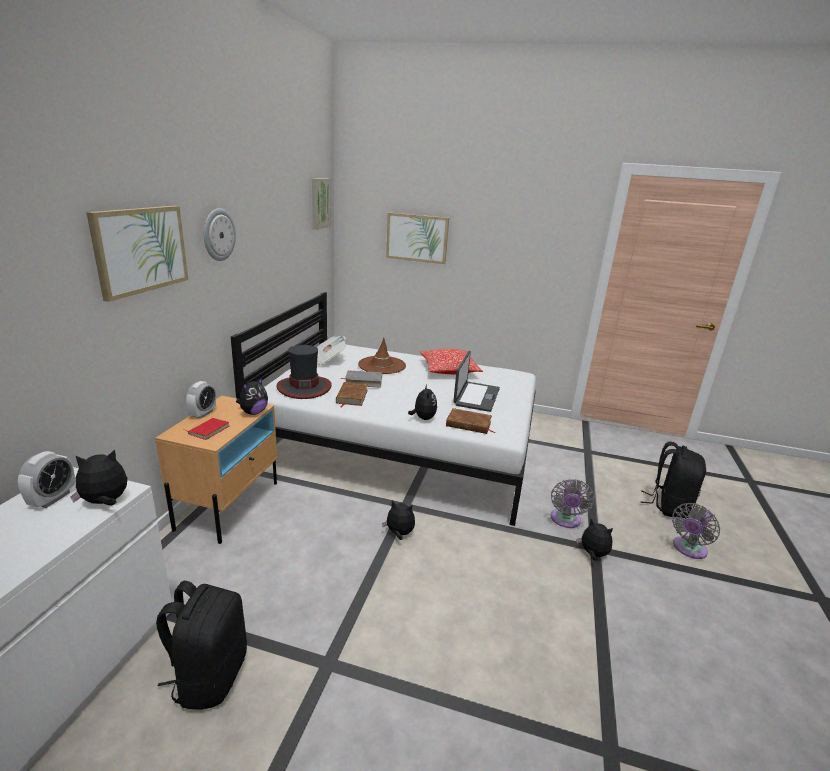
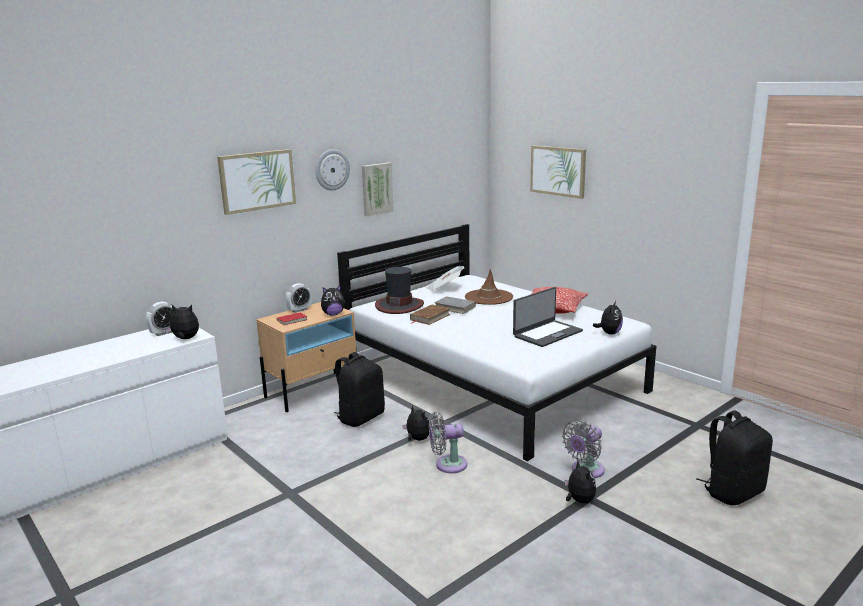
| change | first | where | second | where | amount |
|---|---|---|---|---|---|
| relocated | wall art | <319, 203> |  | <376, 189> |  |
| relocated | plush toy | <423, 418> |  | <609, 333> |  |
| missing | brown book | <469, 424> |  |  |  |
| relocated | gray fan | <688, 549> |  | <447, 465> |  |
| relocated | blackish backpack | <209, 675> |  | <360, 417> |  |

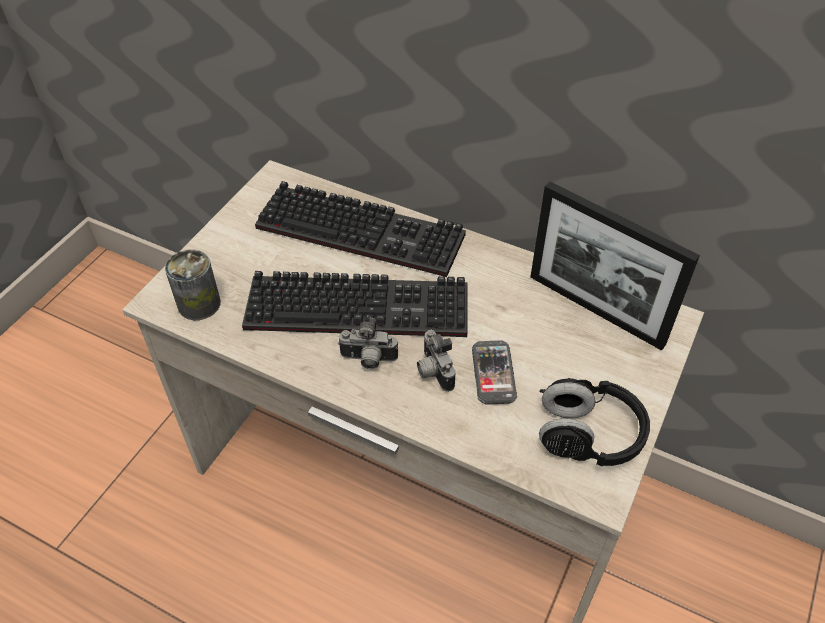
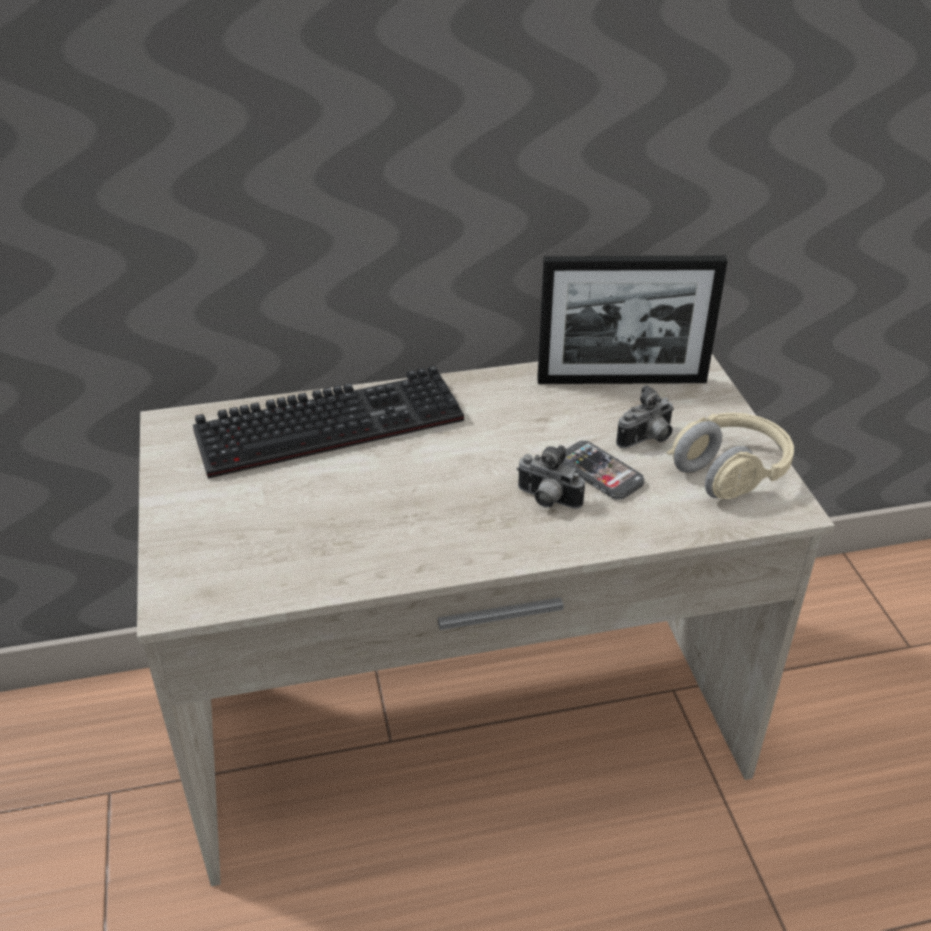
| change | first | where | second | where | amount |
|---|---|---|---|---|---|
| missing | sealed can | <199, 304> |  |  |  |
| missing | computer keyboard | <361, 305> |  |  |  |
| relocated | photo camera | <368, 360> |  | <647, 440> |  |
| colour | blackish headphones | <588, 435> | beige headphones | <729, 473> |  |

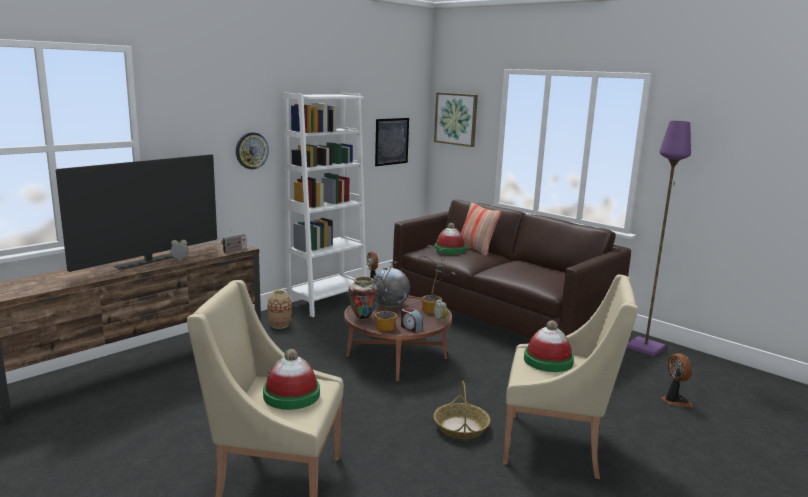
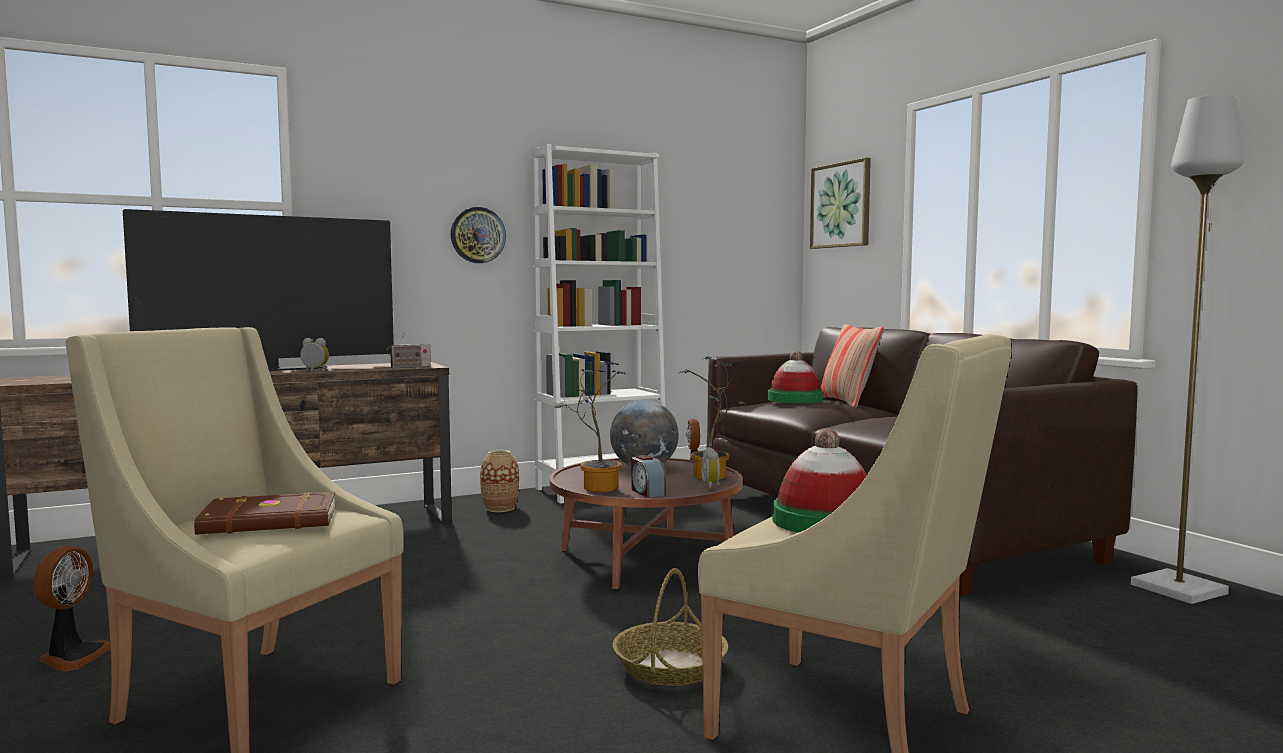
| change | first | where | second | where | amount |
|---|---|---|---|---|---|
| missing | wall art | <391, 141> |  |  |  |
| colour | purple standing lamp | <646, 347> | gray standing lamp | <1180, 589> |  |
| missing | flower vase | <362, 318> |  |  |  |
| exchanged | clothing hat | <291, 395> | brown book | <270, 521> |  |
| relocated | fan | <674, 401> |  | <73, 657> |  |

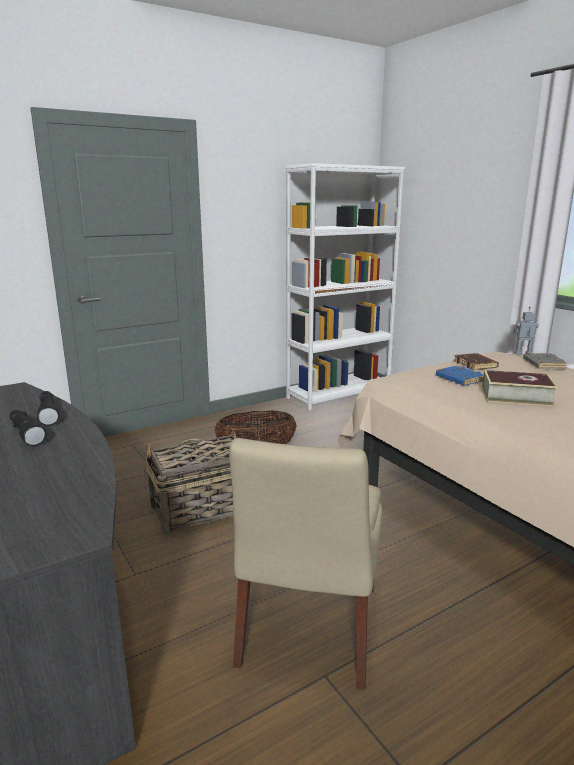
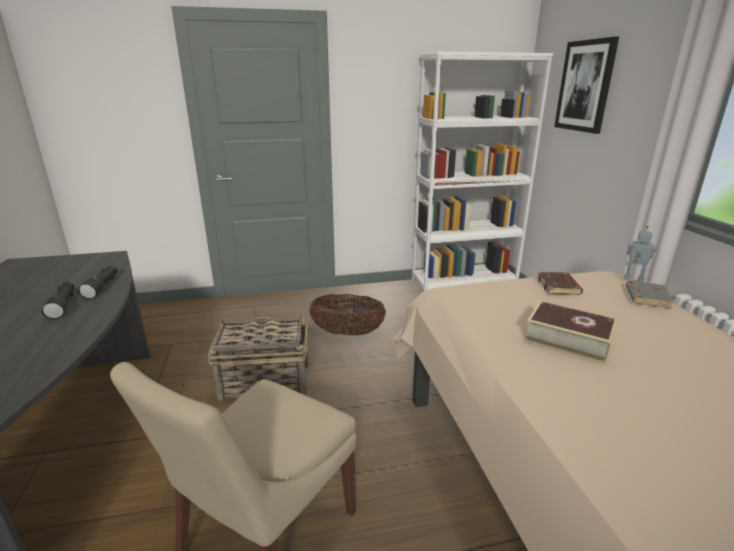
| change | first | where | second | where | amount |
|---|---|---|---|---|---|
| missing | blue book | <459, 379> |  |  |  |
| appeared |  |  | wall art | <585, 86> |  |

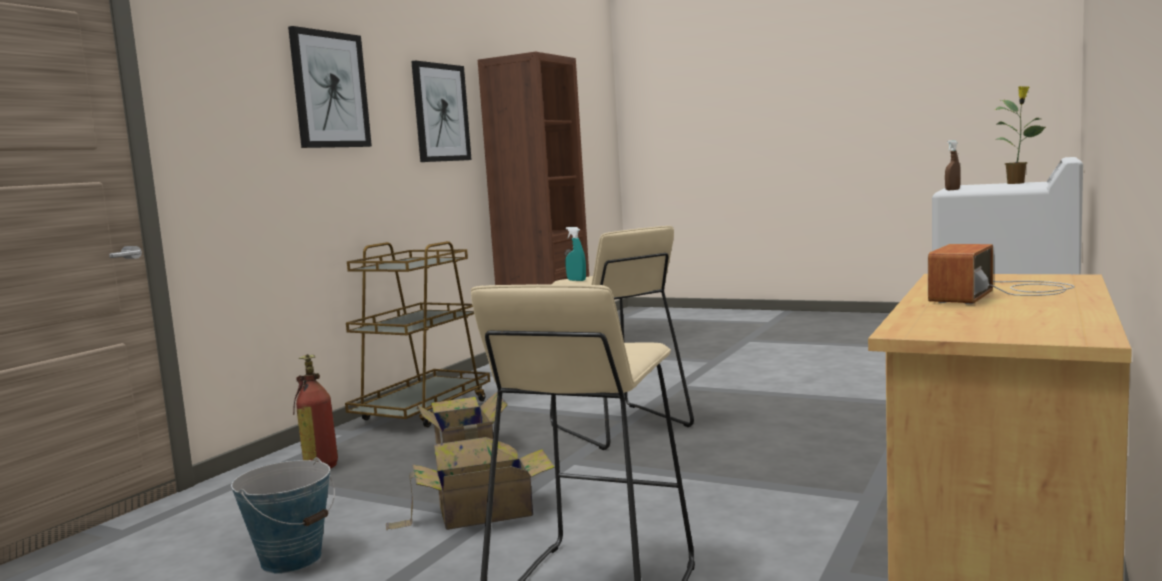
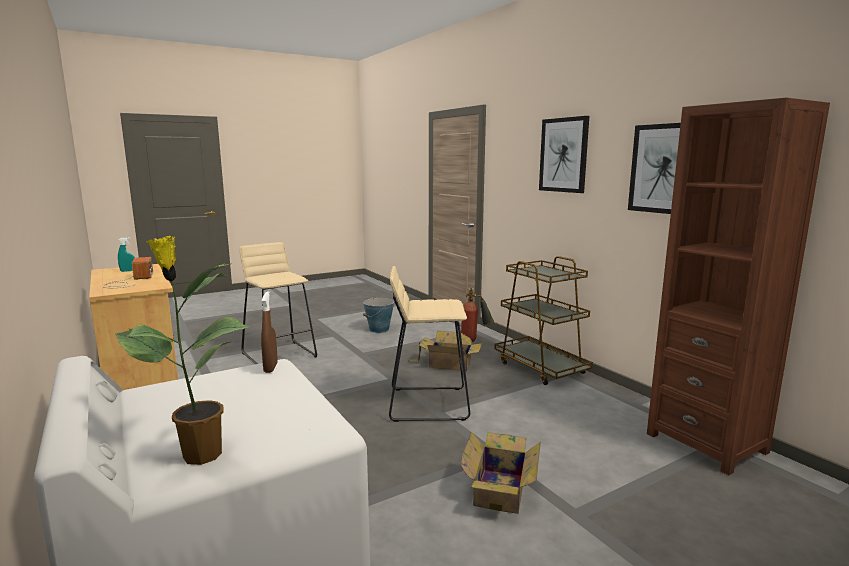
| change | first | where | second | where | amount |
|---|---|---|---|---|---|
| relocated | turquoise spray bottle | <576, 280> |  | <128, 271> |  |
| relocated | carton | <480, 512> |  | <501, 489> |  |

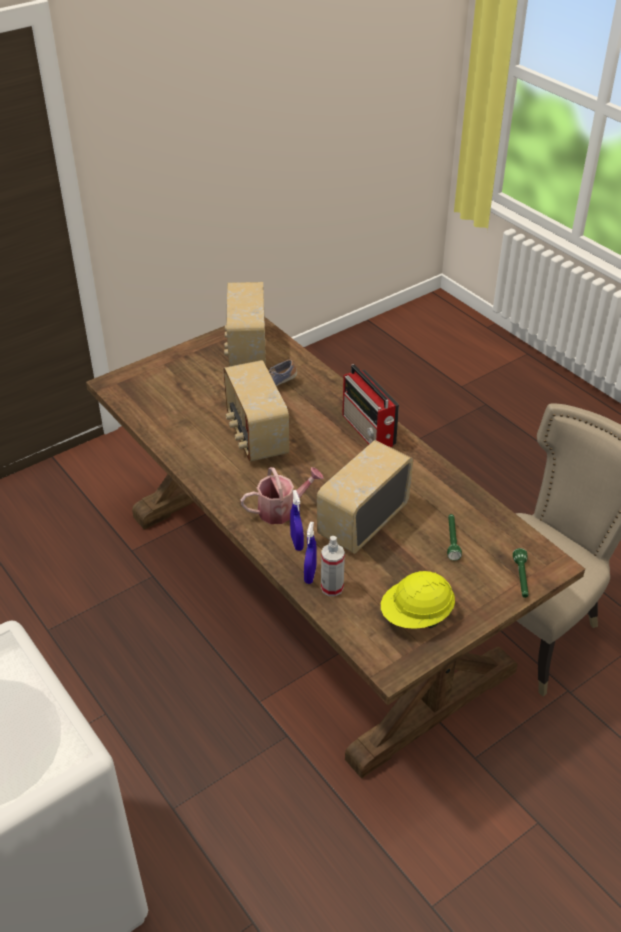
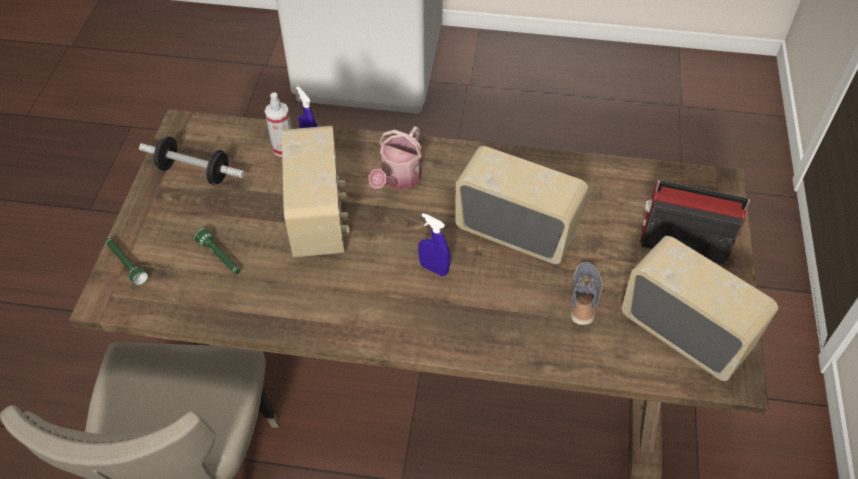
| change | first | where | second | where | amount |
|---|---|---|---|---|---|
| relocated | radio | <369, 431> |  | <681, 243> |  |
| relocated | blue spray bottle | <297, 543> |  | <434, 269> |  |
| exchanged | yellow safety helmet | <416, 616> | free weight | <195, 172> |  |

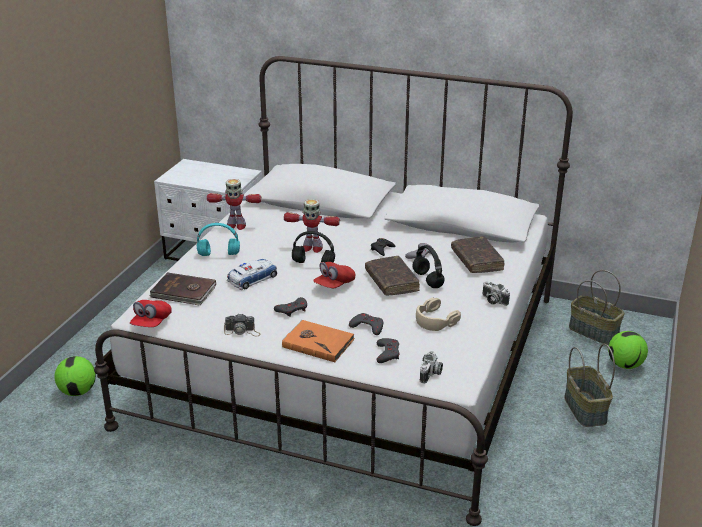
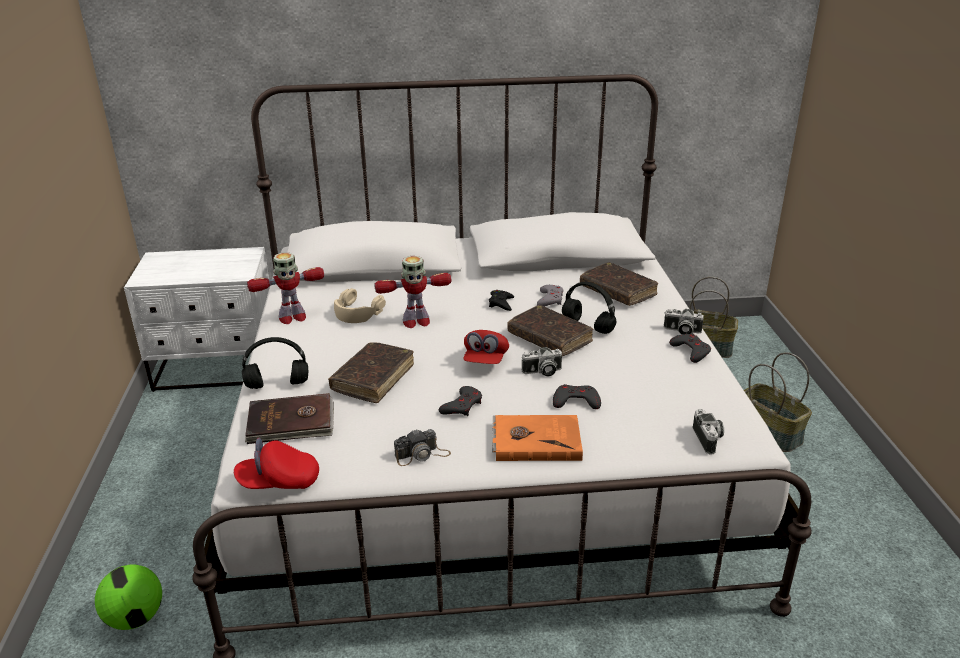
| change | first | where | second | where | amount |
|---|---|---|---|---|---|
| missing | turquoise headphones | <219, 254> |  |  |  |
| relocated | blackish headphones | <312, 263> |  | <276, 385> |  |
| exchanged | model car | <252, 278> | brown book | <373, 379> |  |
| relocated | beige headphones | <435, 320> |  | <357, 312> |  |
| spun | red-coloured cap | <151, 323> |  | <279, 482> | 90 degrees clockwise |
| missing | football ball | <625, 365> |  |  |  |
| relocated | gray game controller | <387, 353> |  | <691, 351> |  |
| appeared |  |  | photo camera | <542, 372> |  |

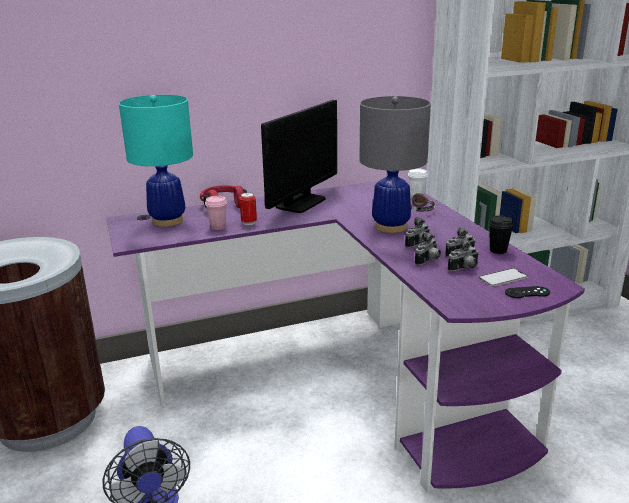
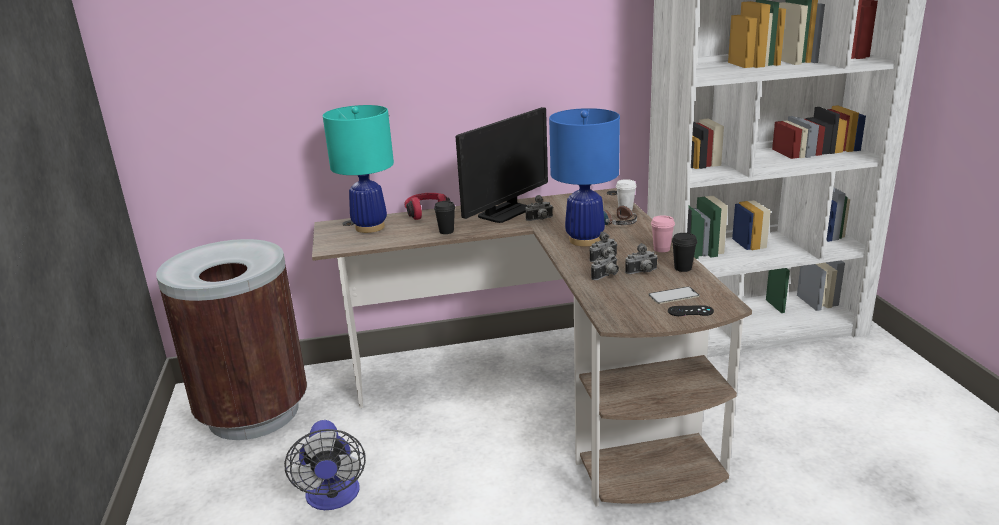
| change | first | where | second | where | amount |
|---|---|---|---|---|---|
| colour | gray lamp for a table | <390, 227> | blue lamp for a table | <584, 240> |  |
| colour | purple desk table | <346, 377> | brown desk table | <545, 392> |  |
| exchanged | sealed can | <249, 223> | blackish drinking cup | <446, 231> |  |
| relocated | pink drinking cup | <218, 227> |  | <661, 249> |  |
| relocated | photo camera | <464, 269> |  | <540, 219> |  |

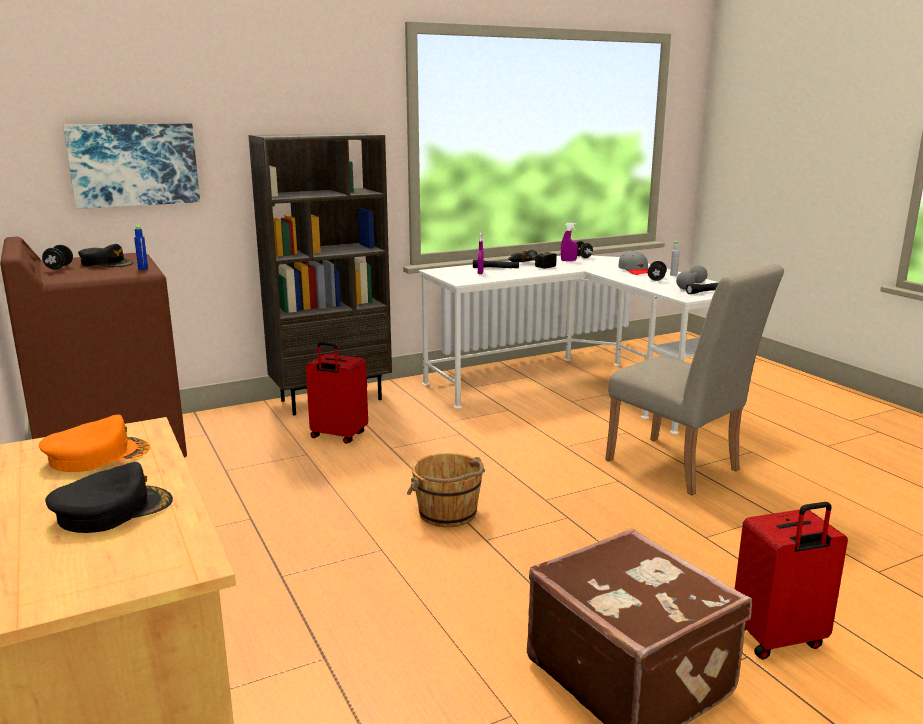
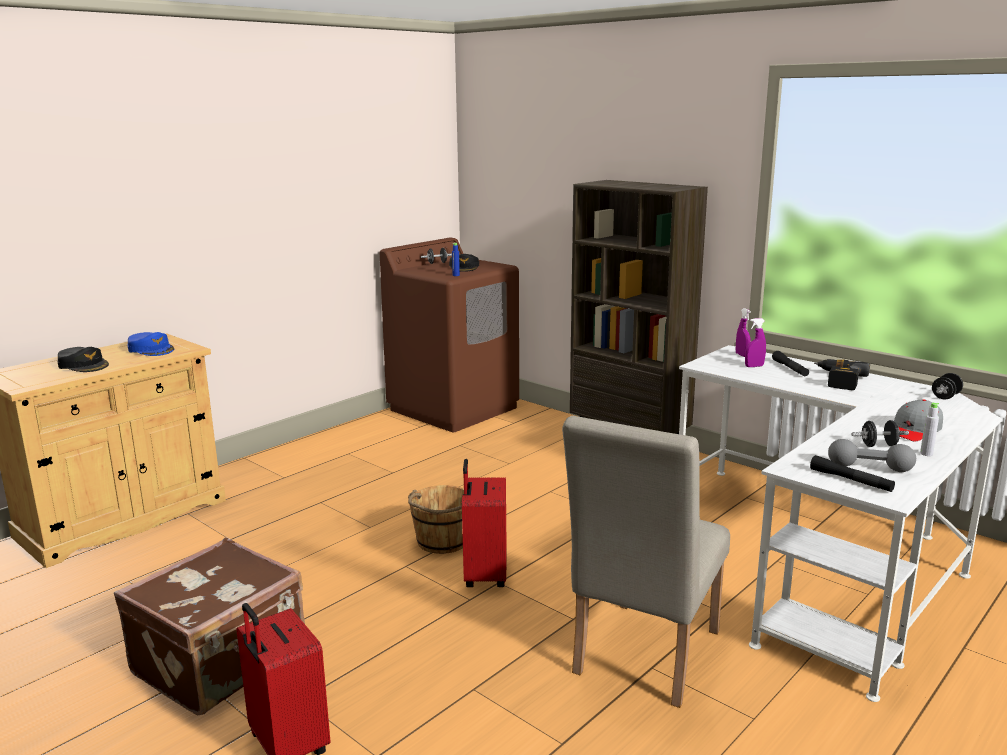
| change | first | where | second | where | amount |
|---|---|---|---|---|---|
| missing | wall art | <134, 164> |  |  |  |
| relocated | purple spray bottle | <568, 260> |  | <742, 355> |  |
| relocated | red-coloured suitcase | <338, 436> |  | <484, 575> |  |
| colour | orange-coloured cap | <97, 455> | blue cap | <151, 349> |  |

